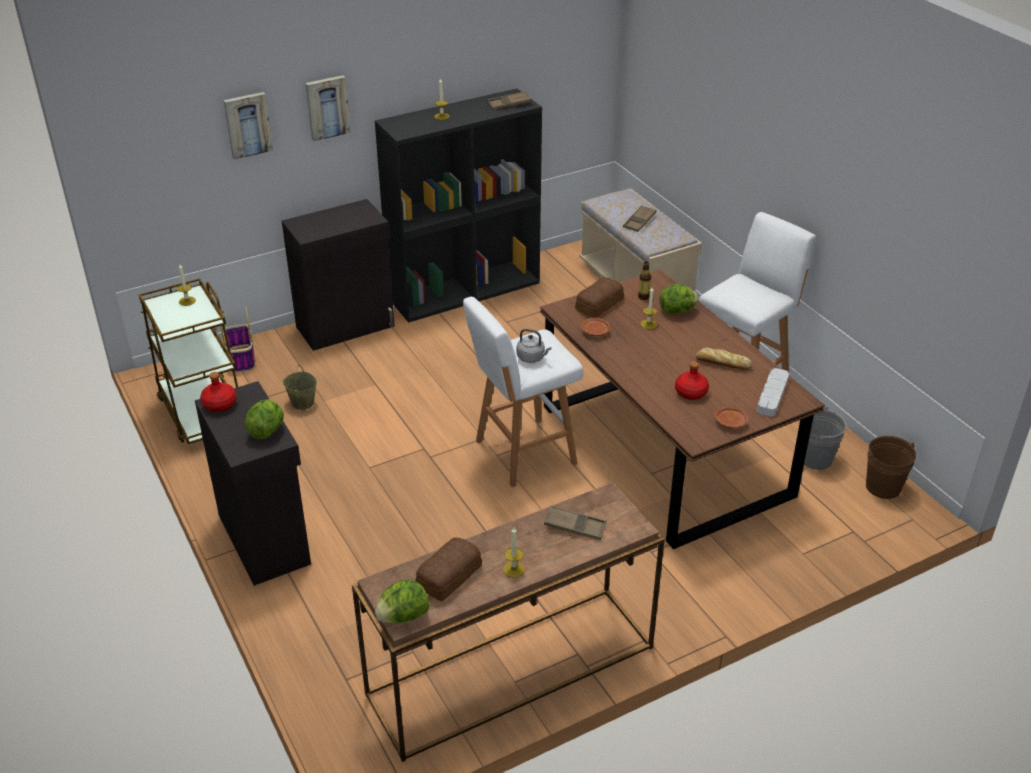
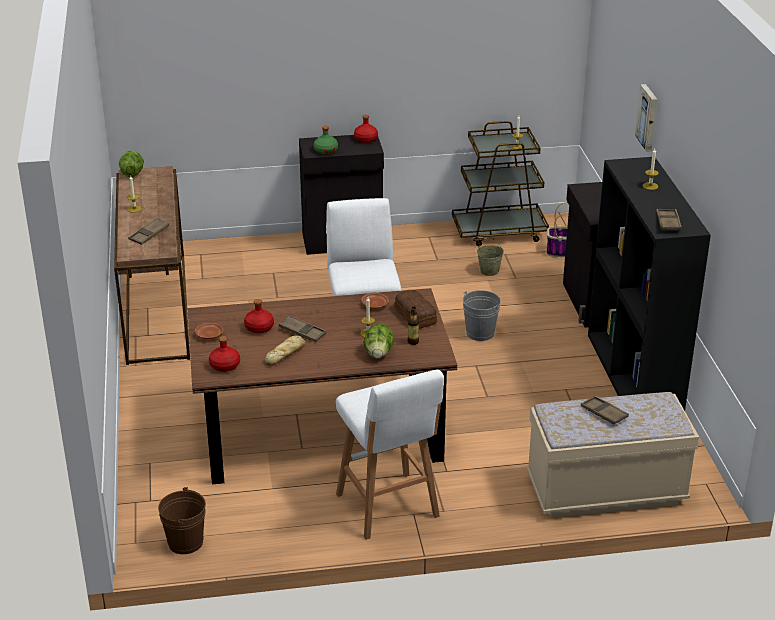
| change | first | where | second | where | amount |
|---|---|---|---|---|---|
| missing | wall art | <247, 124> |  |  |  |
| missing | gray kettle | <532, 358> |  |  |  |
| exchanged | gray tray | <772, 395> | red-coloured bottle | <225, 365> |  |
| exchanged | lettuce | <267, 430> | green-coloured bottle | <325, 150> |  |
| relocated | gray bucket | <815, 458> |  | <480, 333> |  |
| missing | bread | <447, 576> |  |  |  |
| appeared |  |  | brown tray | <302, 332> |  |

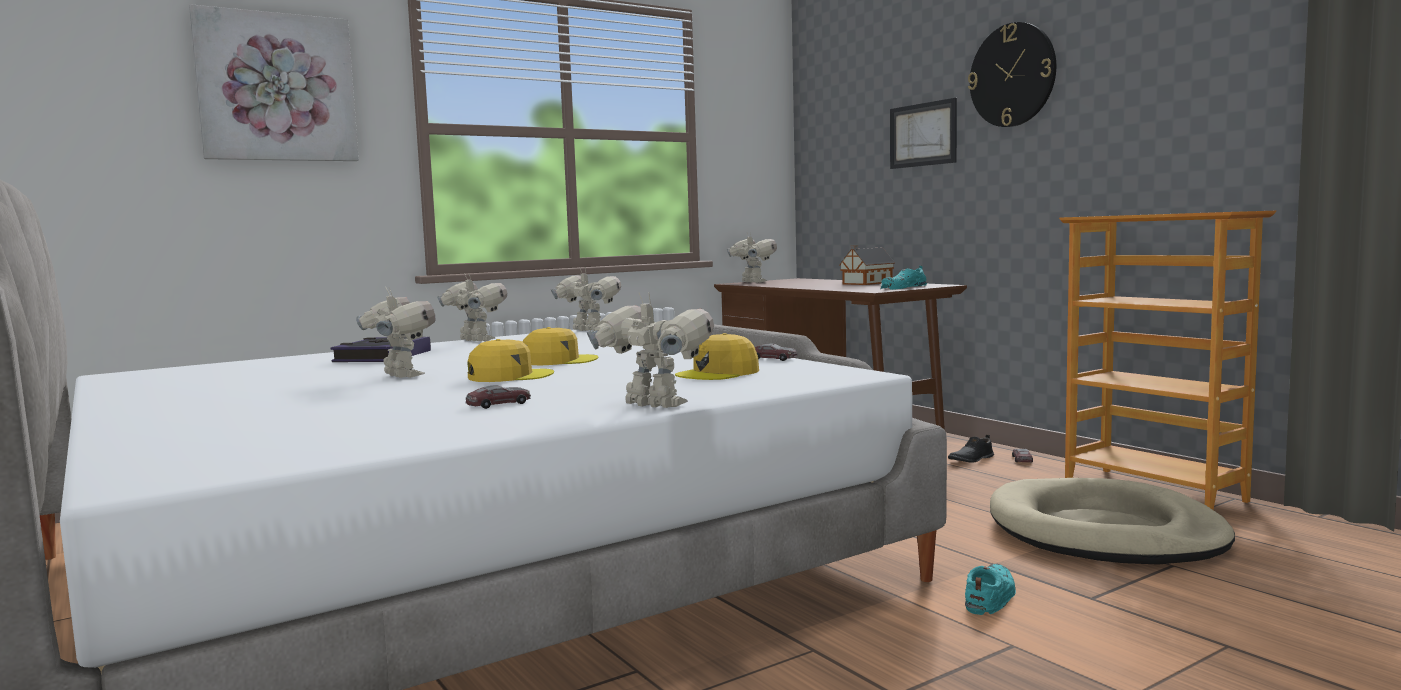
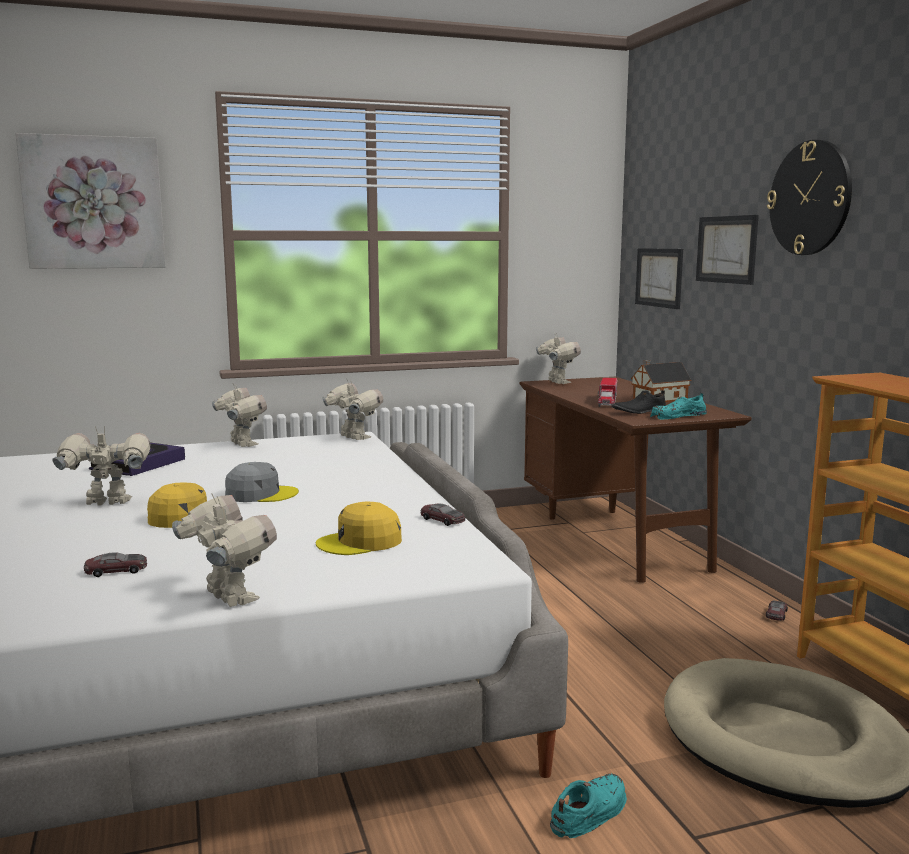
| change | first | where | second | where | amount |
|---|---|---|---|---|---|
| spun | robot figure | <400, 376> |  | <108, 504> | 75 degrees counterclockwise |
| colour | yellow cap | <558, 361> | gray cap | <260, 494> |  |
| relocated | blackish shoe | <971, 459> |  | <639, 412> |  |
| appeared |  |  | wall art | <659, 277> |  |
| appeared |  |  | toy lorry | <607, 401> |  |

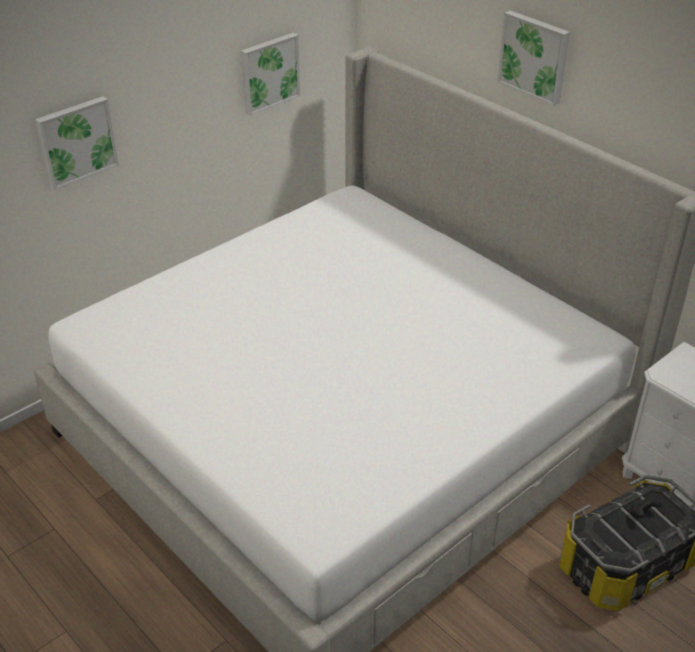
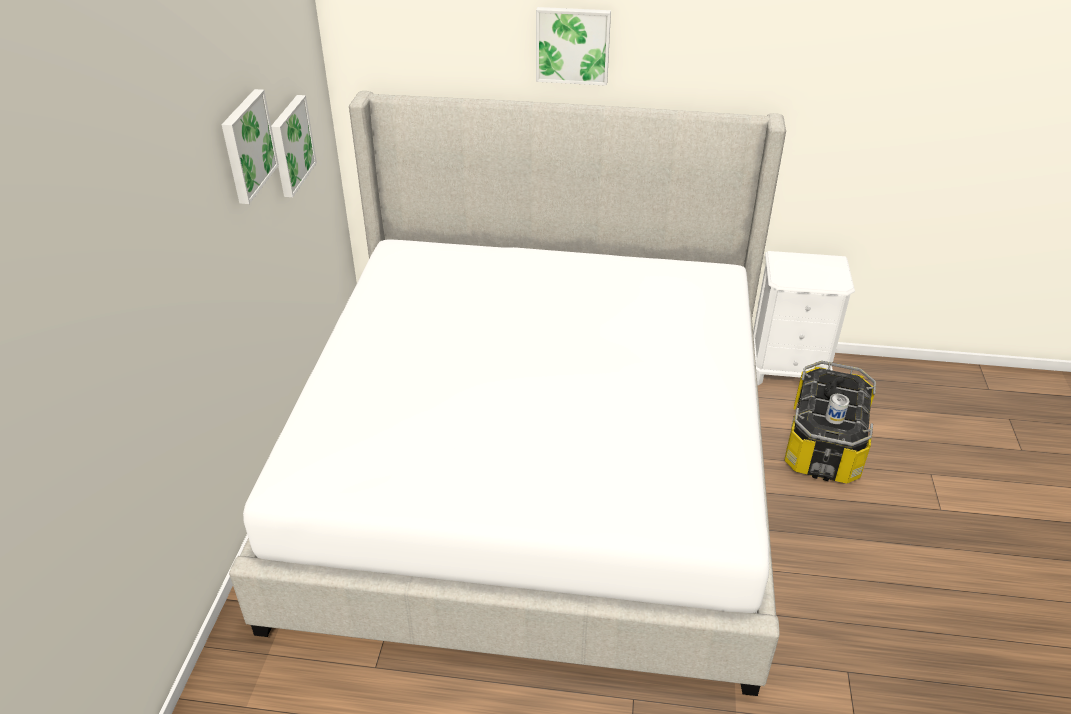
| change | first | where | second | where | amount |
|---|---|---|---|---|---|
| relocated | wall art | <76, 141> |  | <247, 145> |  |
| appeared |  |  | sealed can | <834, 418> |  |

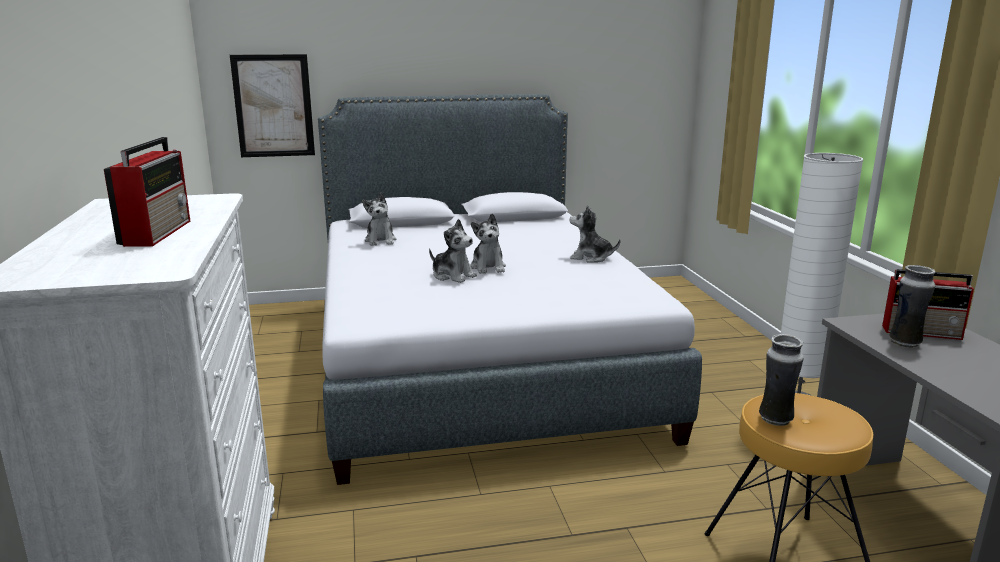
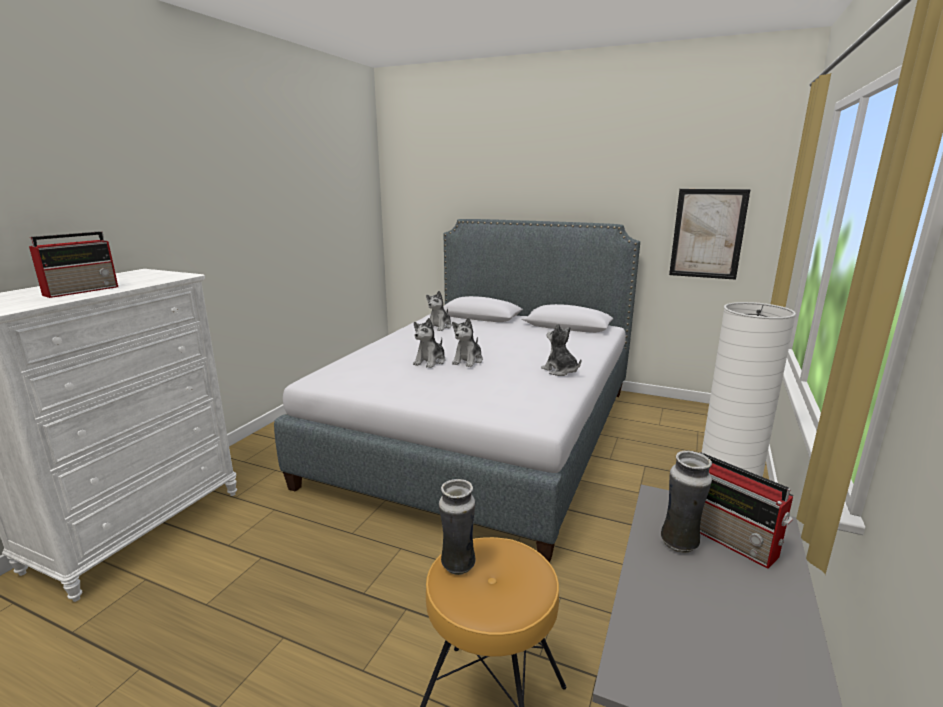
| change | first | where | second | where | amount |
|---|---|---|---|---|---|
| relocated | wall art | <273, 106> |  | <707, 234> |  |
| spun | plush toy | <453, 276> |  | <430, 361> | 45 degrees clockwise |

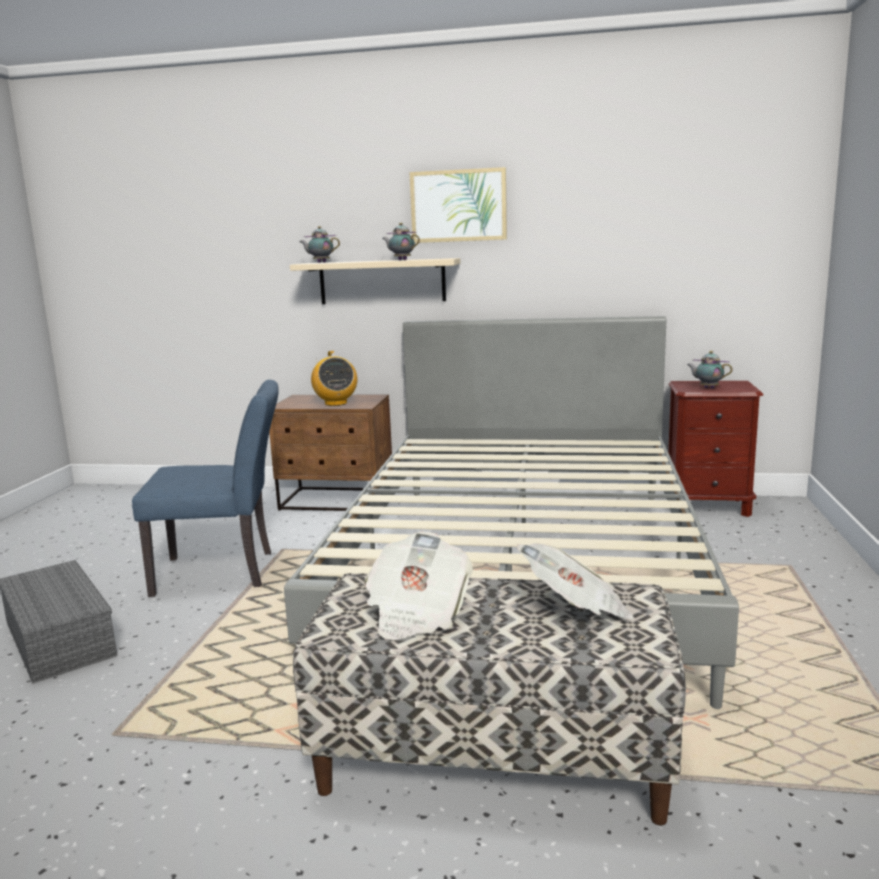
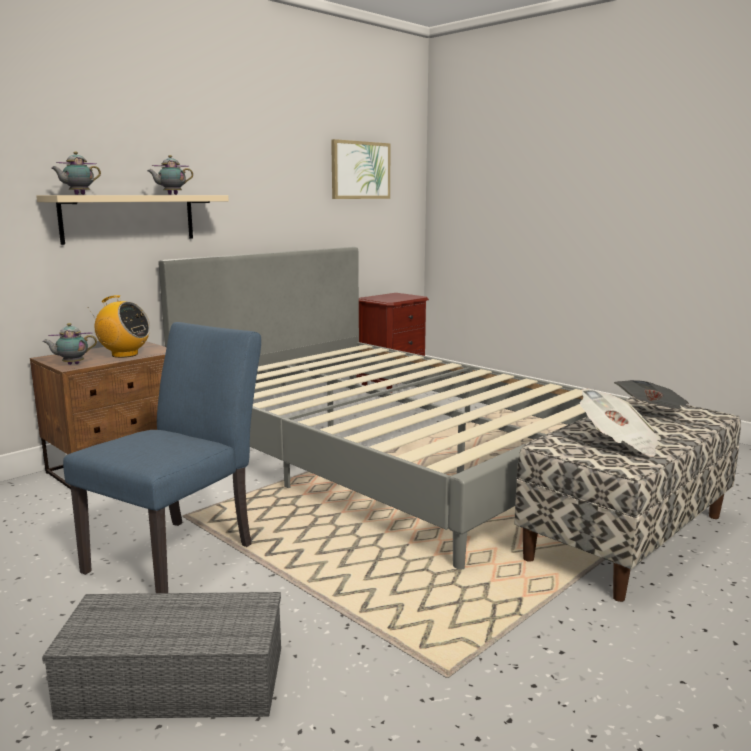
| change | first | where | second | where | amount |
|---|---|---|---|---|---|
| relocated | wall art | <458, 206> |  | <360, 170> |  |
| relocated | teapot | <707, 388> |  | <71, 364> |  |

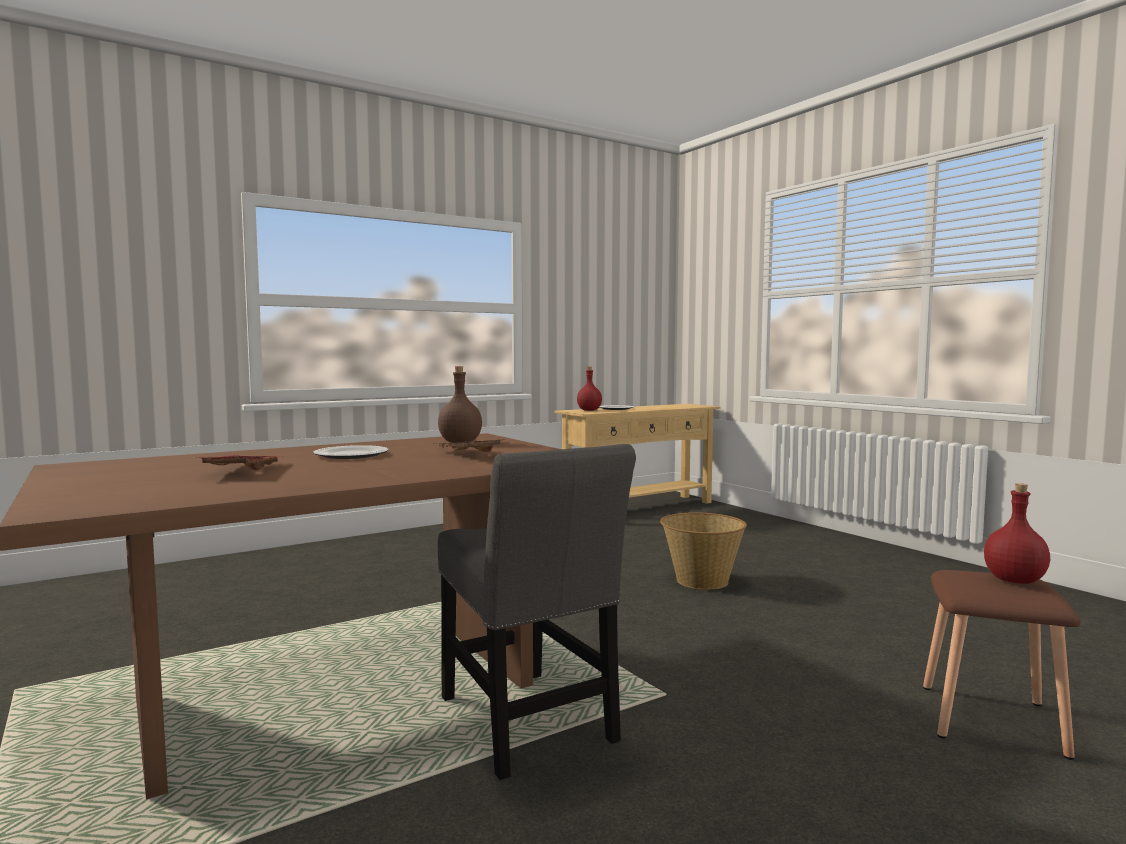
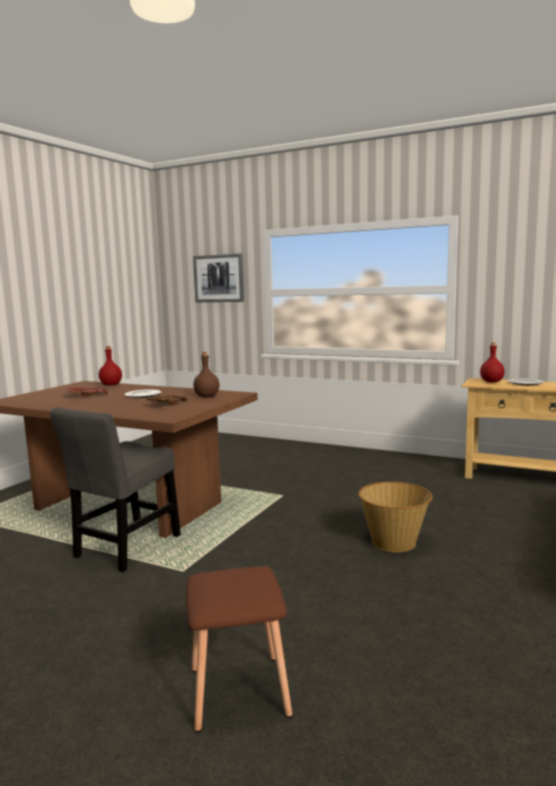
| change | first | where | second | where | amount |
|---|---|---|---|---|---|
| relocated | red-coloured bottle | <1015, 581> |  | <111, 385> |  |
| appeared |  |  | wall art | <218, 278> |  |

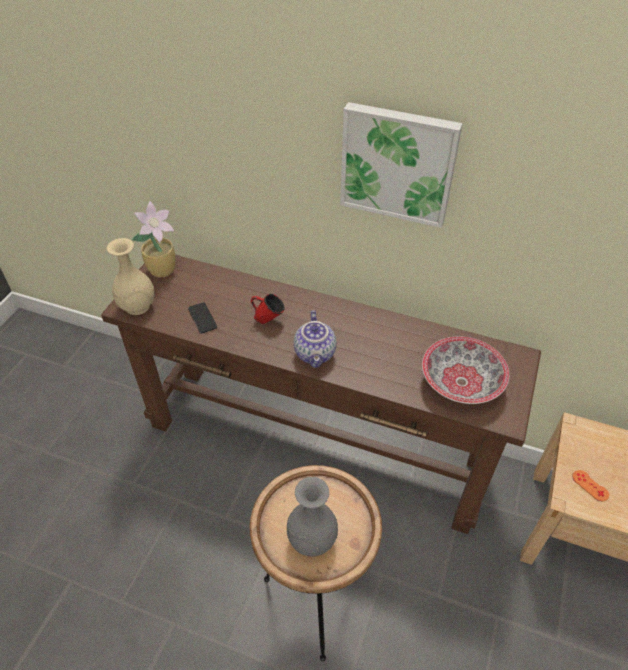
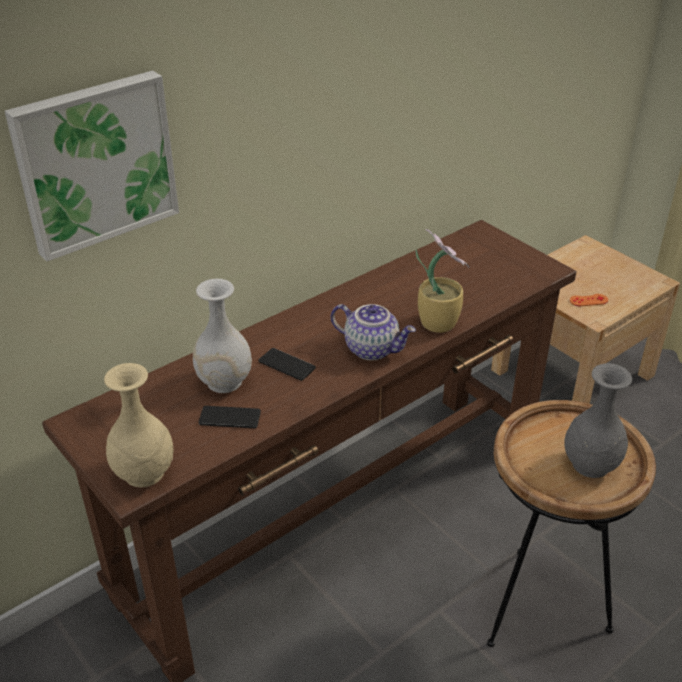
| change | first | where | second | where | amount |
|---|---|---|---|---|---|
| relocated | wall art | <398, 163> |  | <95, 162> |  |
| relocated | potted plant | <163, 269> |  | <438, 322> |  |
| exchanged | red-coloured coffee mug | <268, 320> | telephone | <287, 365> |  |
| missing | deep dish | <461, 383> |  |  |  |
| appeared |  |  | white-coloured flower vase | <224, 381> |  |

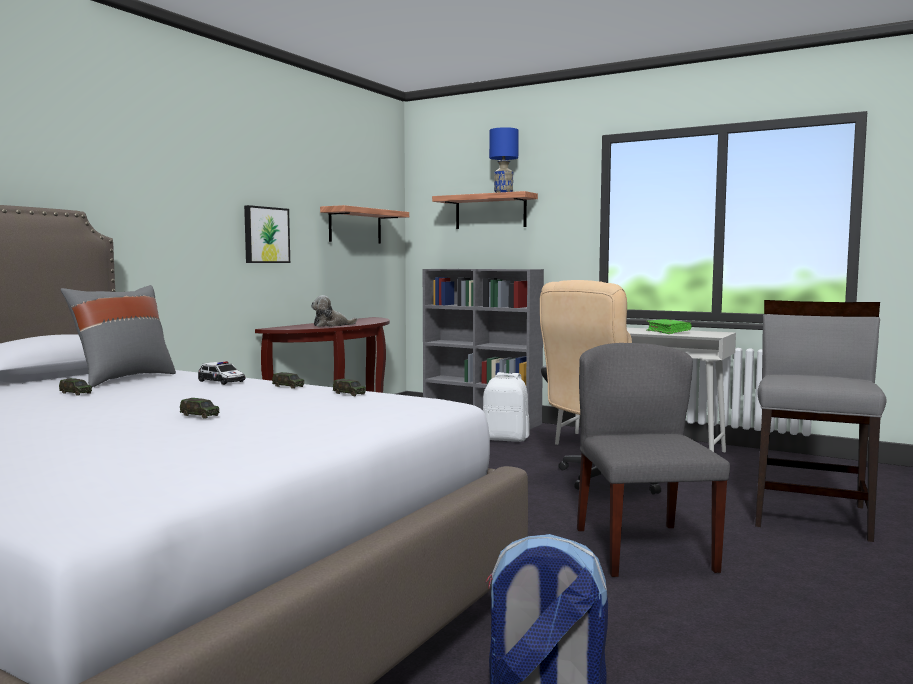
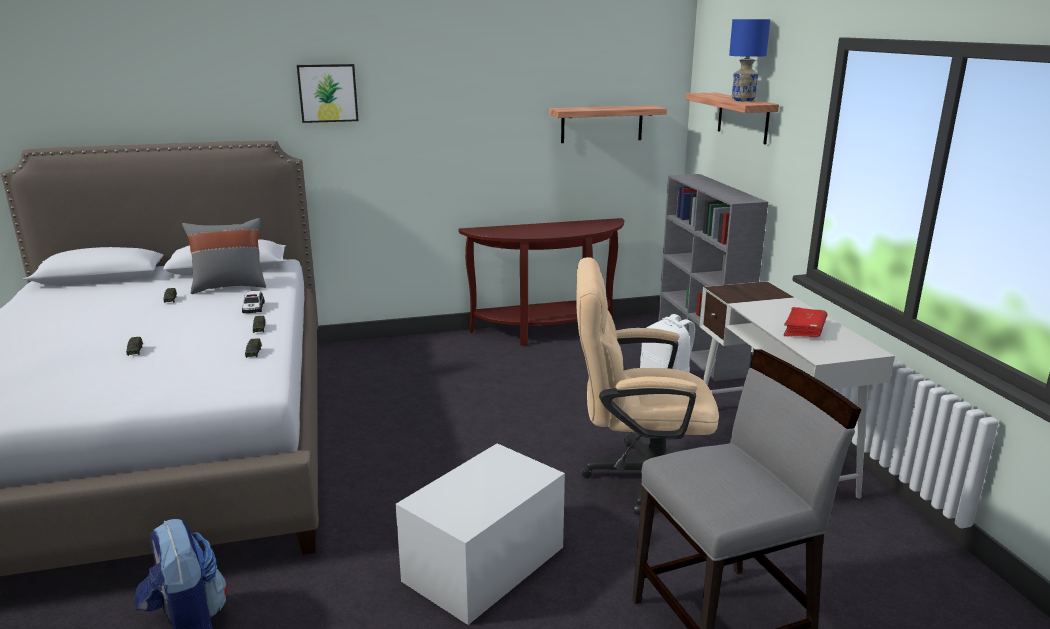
| change | first | where | second | where | amount |
|---|---|---|---|---|---|
| relocated | wall art | <265, 235> |  | <328, 93> |  |
| missing | plush toy | <331, 325> |  |  |  |
| colour | green-coloured book | <668, 332> | red-coloured book | <804, 330> |  |
| exchanged | gray chair | <642, 549> | white-coloured storage bin | <484, 563> |  |

